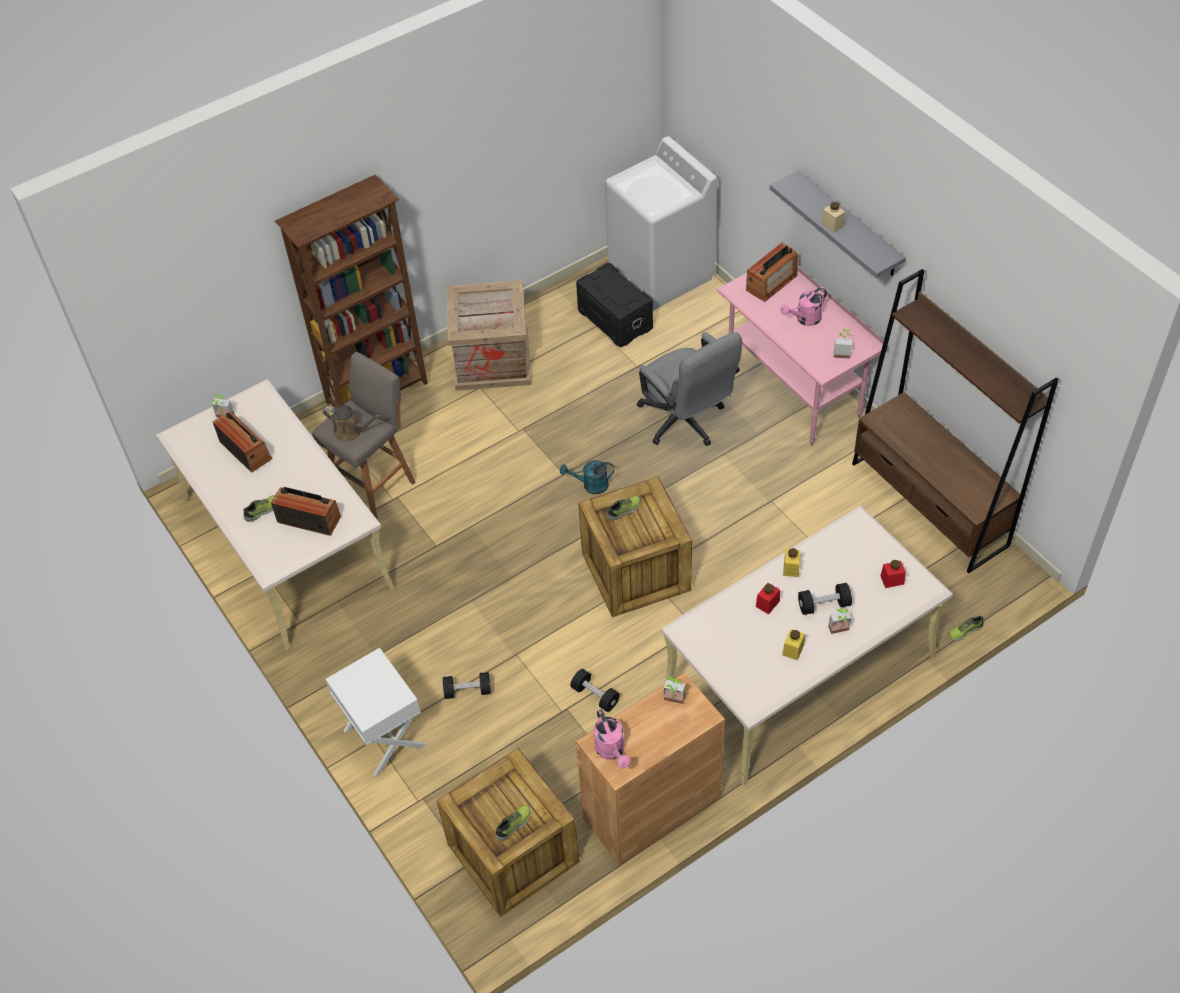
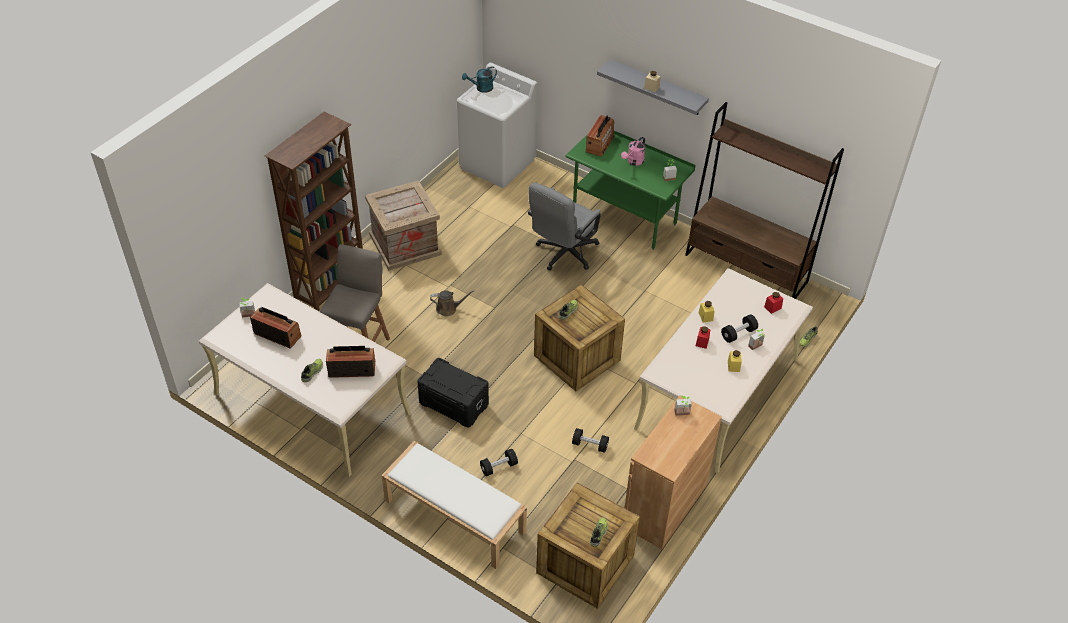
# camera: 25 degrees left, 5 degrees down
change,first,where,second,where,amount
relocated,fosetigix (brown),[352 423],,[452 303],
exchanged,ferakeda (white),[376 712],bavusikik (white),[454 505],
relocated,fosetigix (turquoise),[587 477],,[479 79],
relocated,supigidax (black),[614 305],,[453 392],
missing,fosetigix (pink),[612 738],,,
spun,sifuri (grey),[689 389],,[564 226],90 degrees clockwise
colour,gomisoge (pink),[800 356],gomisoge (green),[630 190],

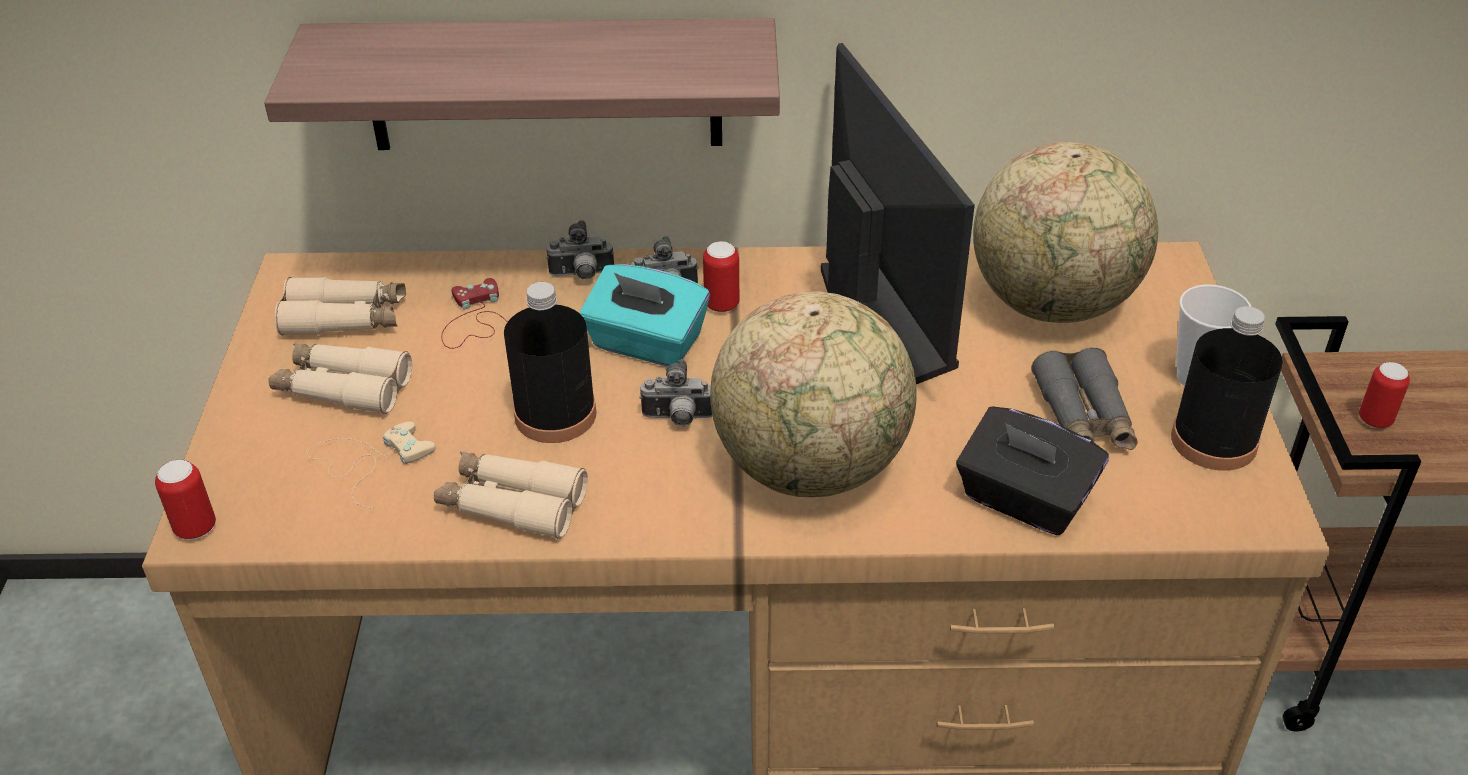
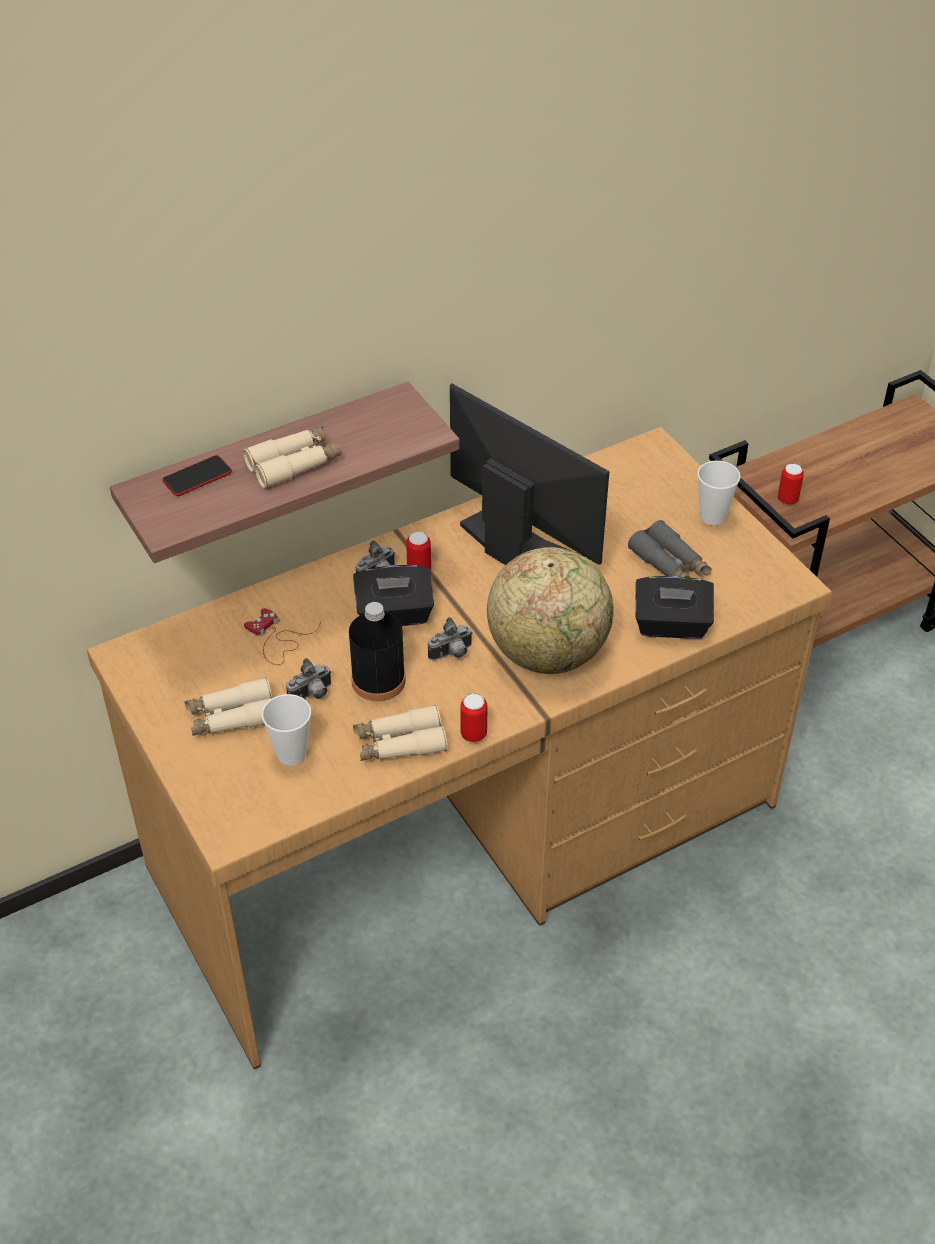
# camera: 30 degrees left, 5 degrees up
change,first,where,second,where,amount
relocated,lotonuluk,[185 500],,[474 718],
relocated,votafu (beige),[340 306],,[292 457],
exchanged,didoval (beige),[371 465],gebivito,[286 730],
relocated,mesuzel,[580 250],,[309 678],
colour,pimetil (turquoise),[644 315],pimetil (black),[393 595],
missing,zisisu,[1065 232],,,
missing,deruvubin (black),[1227 388],,,
appeared,,,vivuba,[197 475],

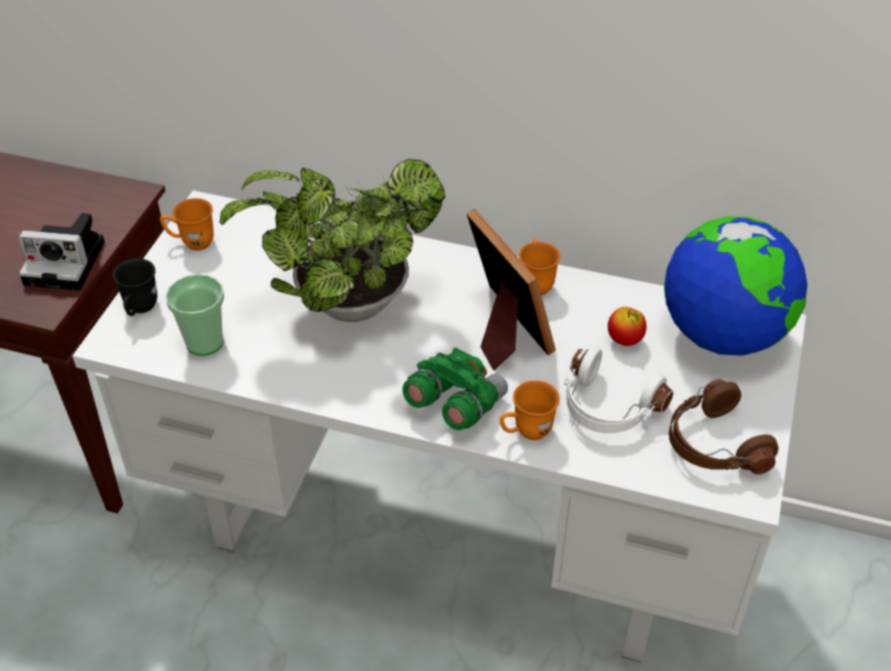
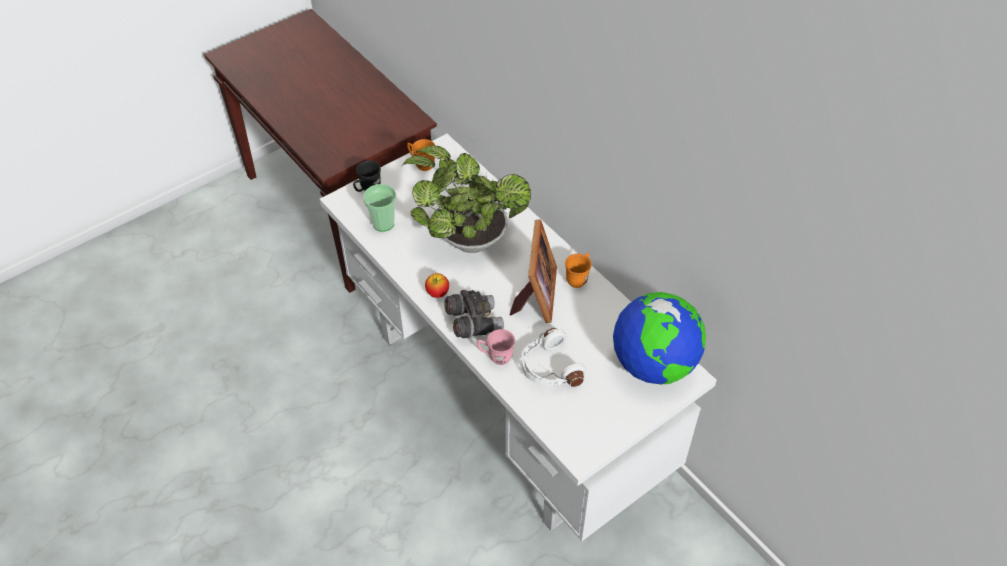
# camera: 35 degrees right, 5 degrees up
change,first,where,second,where,amount
missing,mesuzel,[61 252],,,
colour,votafu (green),[455 388],votafu (grey),[474 314],
colour,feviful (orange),[530 410],feviful (pink),[496 347],
relocated,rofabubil,[627 326],,[437 285],
missing,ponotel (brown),[723 427],,,

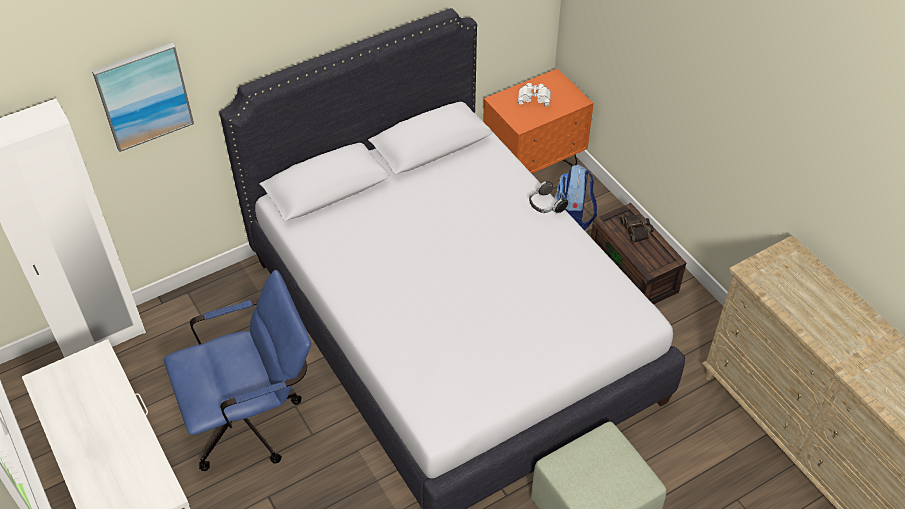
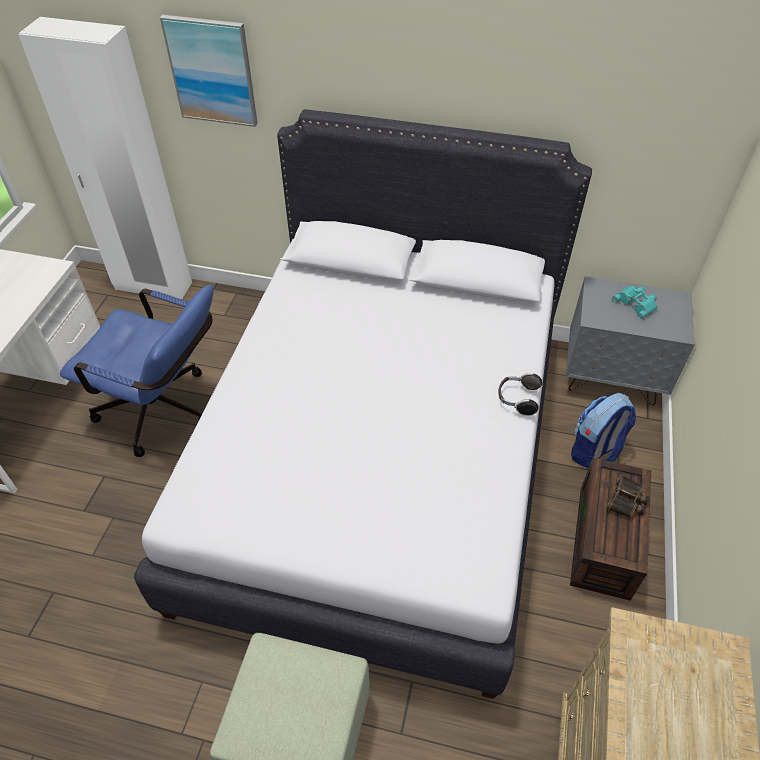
# camera: 45 degrees right, 0 degrees up
change,first,where,second,where,amount
colour,ferakeda (orange),[538 121],ferakeda (grey),[630 340],
colour,votafu (white),[534 94],votafu (turquoise),[635 302],

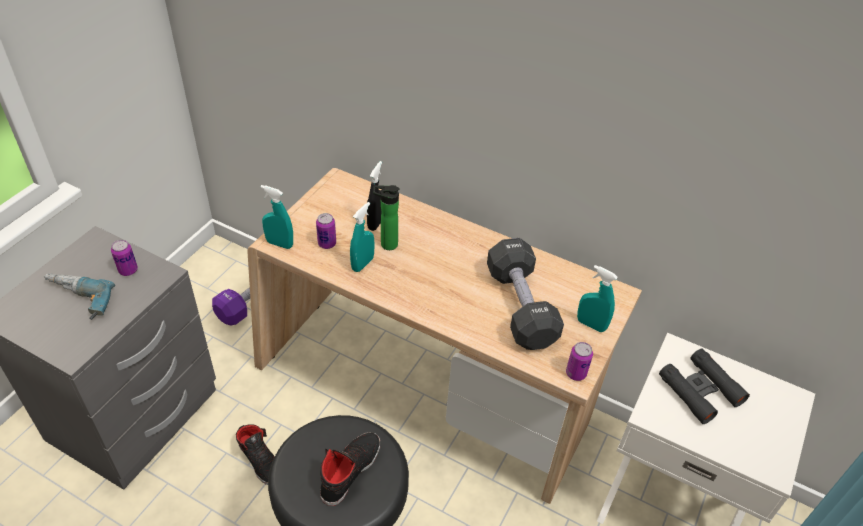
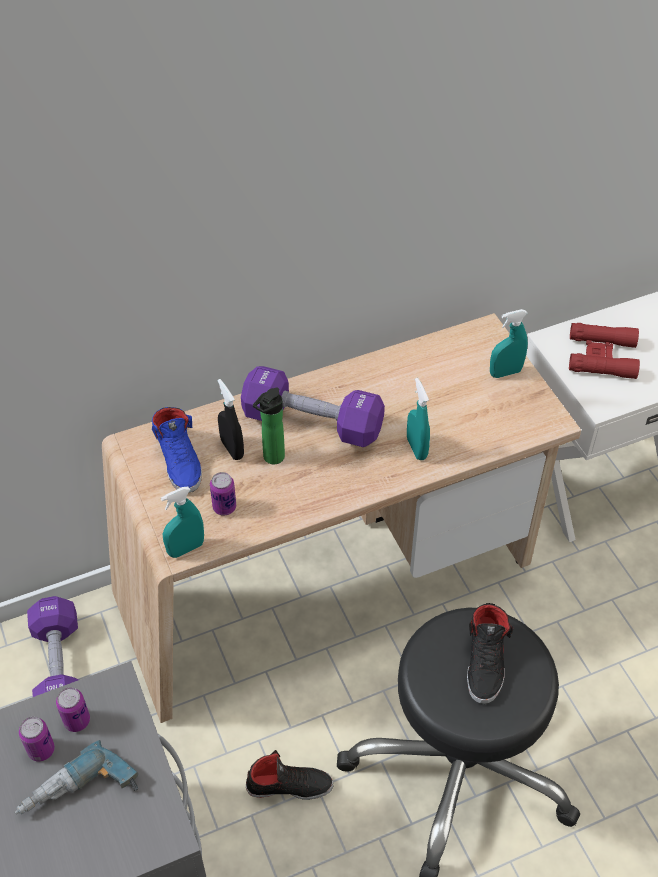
# camera: 50 degrees left, 5 degrees up
change,first,where,second,where,amount
spun,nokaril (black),[350 469],,[490 653],150 degrees counterclockwise
relocated,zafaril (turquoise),[362 237],,[418 419],
missing,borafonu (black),[525 294],,,
relocated,lotonuluk,[579 361],,[37 739],
colour,votafu (black),[704 386],votafu (red),[604 351],
appeared,,,nokaril (blue),[177 450],
appeared,,,borafonu (purple),[313 406],

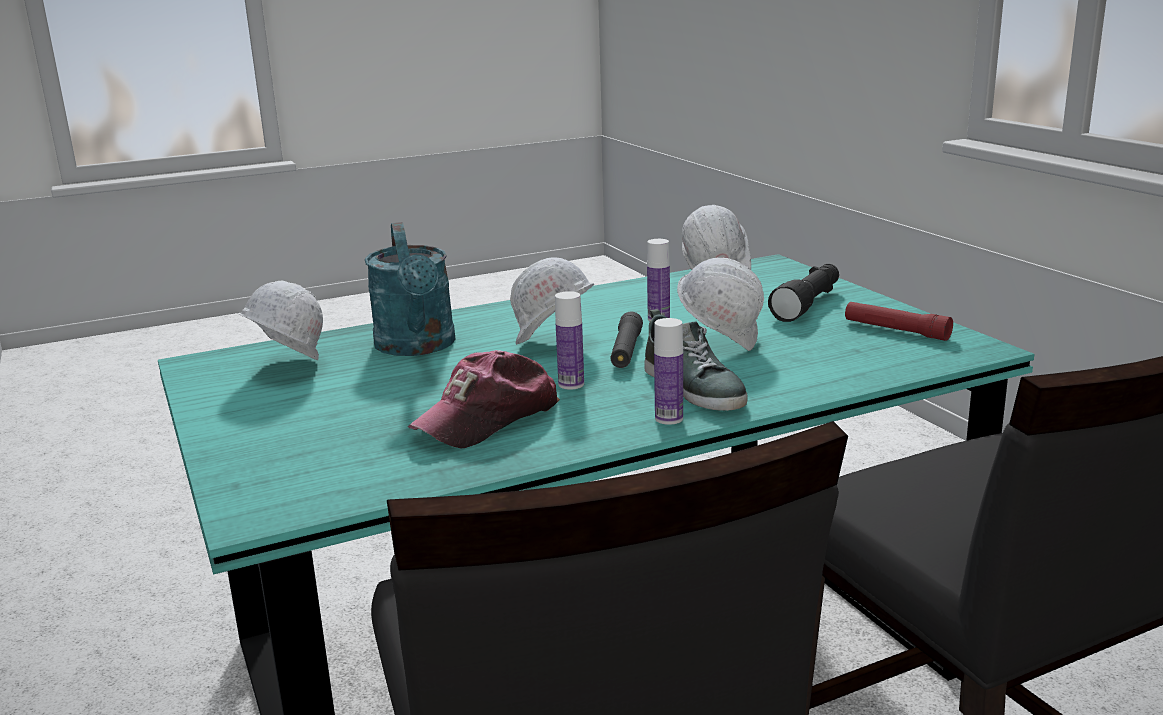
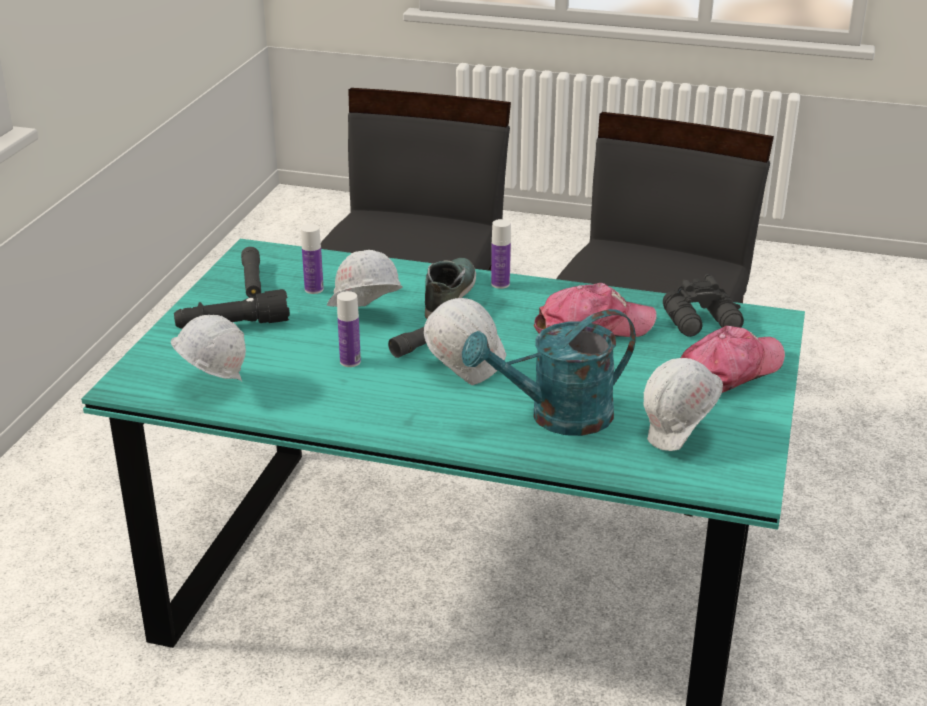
# camera: 140 degrees left, 10 degrees up
change,first,where,second,where,amount
spun,fosetigix (turquoise),[410 289],,[549 372],135 degrees counterclockwise
relocated,deruvubin,[569 340],,[312 259],
colour,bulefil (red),[899 321],bulefil (black),[251 273],
appeared,,,votafu (black),[703 305],
appeared,,,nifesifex,[733 359],

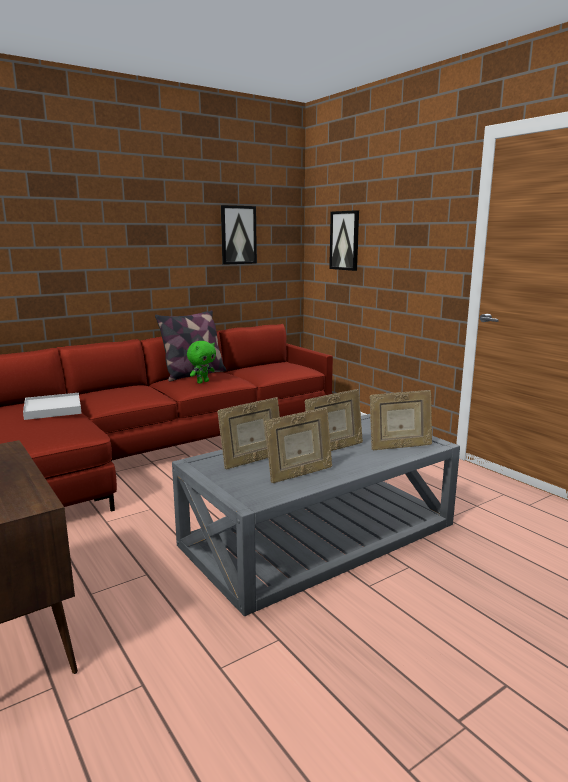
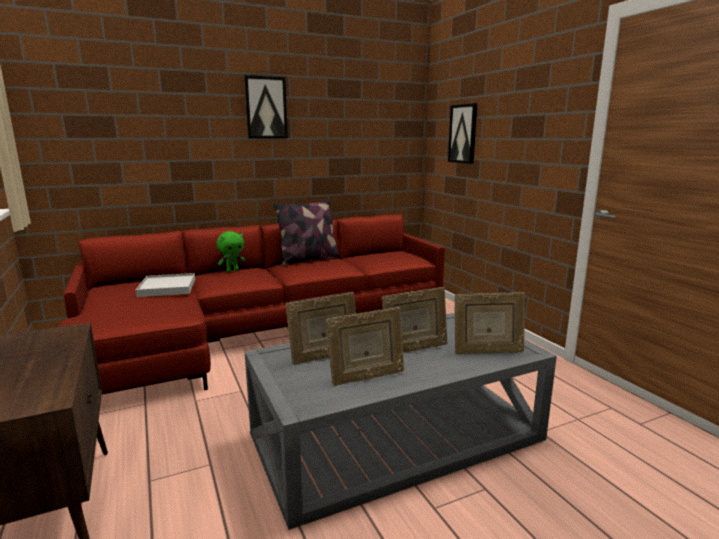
# camera: 10 degrees right, 0 degrees up
change,first,where,second,where,amount
relocated,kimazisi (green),[201 362],,[231 251],
relocated,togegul,[239 235],,[266 106],

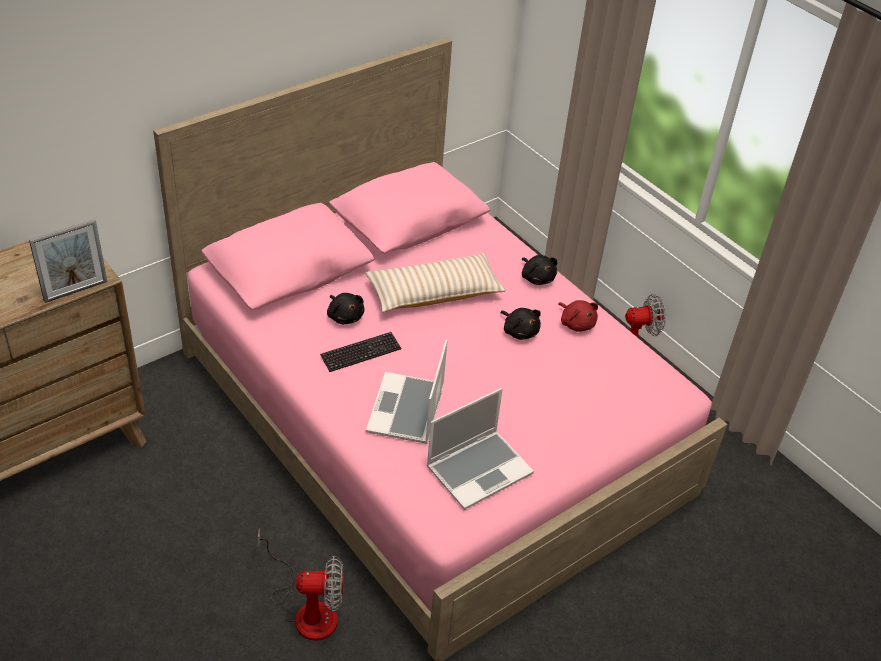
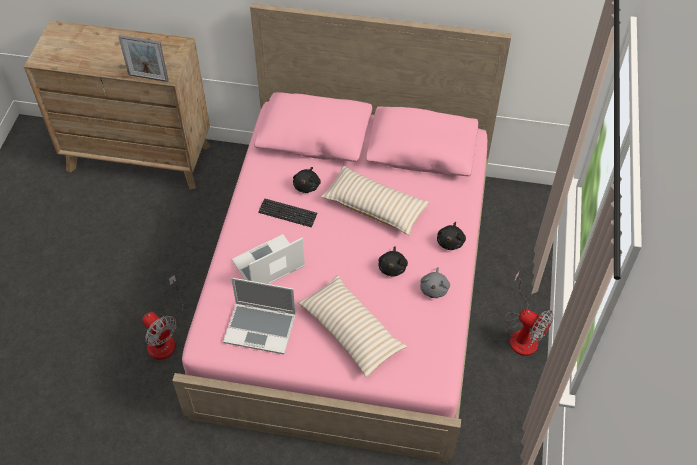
# camera: 50 degrees right, 10 degrees up
change,first,where,second,where,amount
colour,kimazisi (red),[578 316],kimazisi (grey),[435 282],
appeared,,,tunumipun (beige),[352 326],

